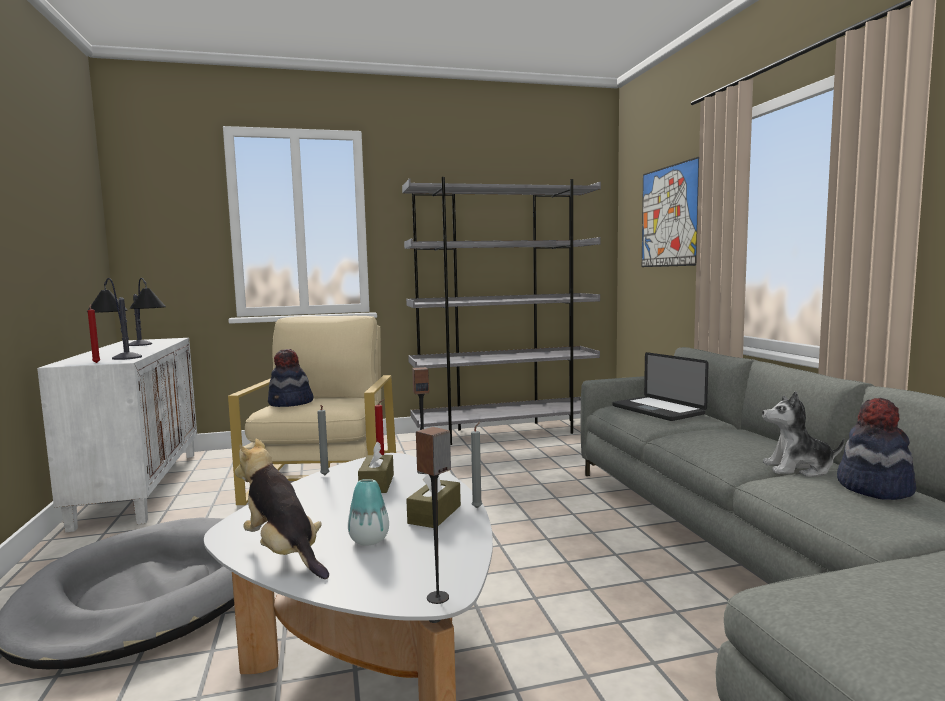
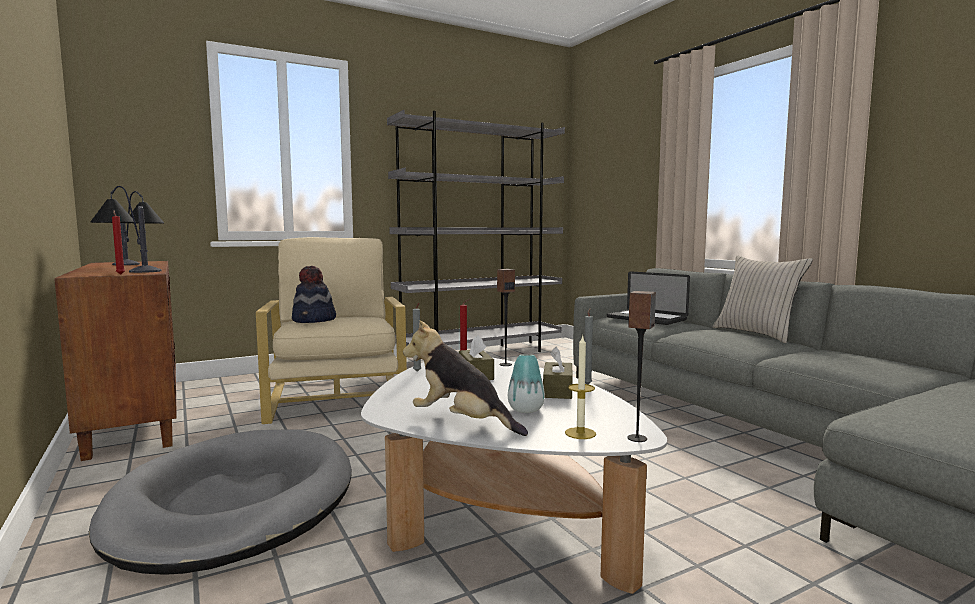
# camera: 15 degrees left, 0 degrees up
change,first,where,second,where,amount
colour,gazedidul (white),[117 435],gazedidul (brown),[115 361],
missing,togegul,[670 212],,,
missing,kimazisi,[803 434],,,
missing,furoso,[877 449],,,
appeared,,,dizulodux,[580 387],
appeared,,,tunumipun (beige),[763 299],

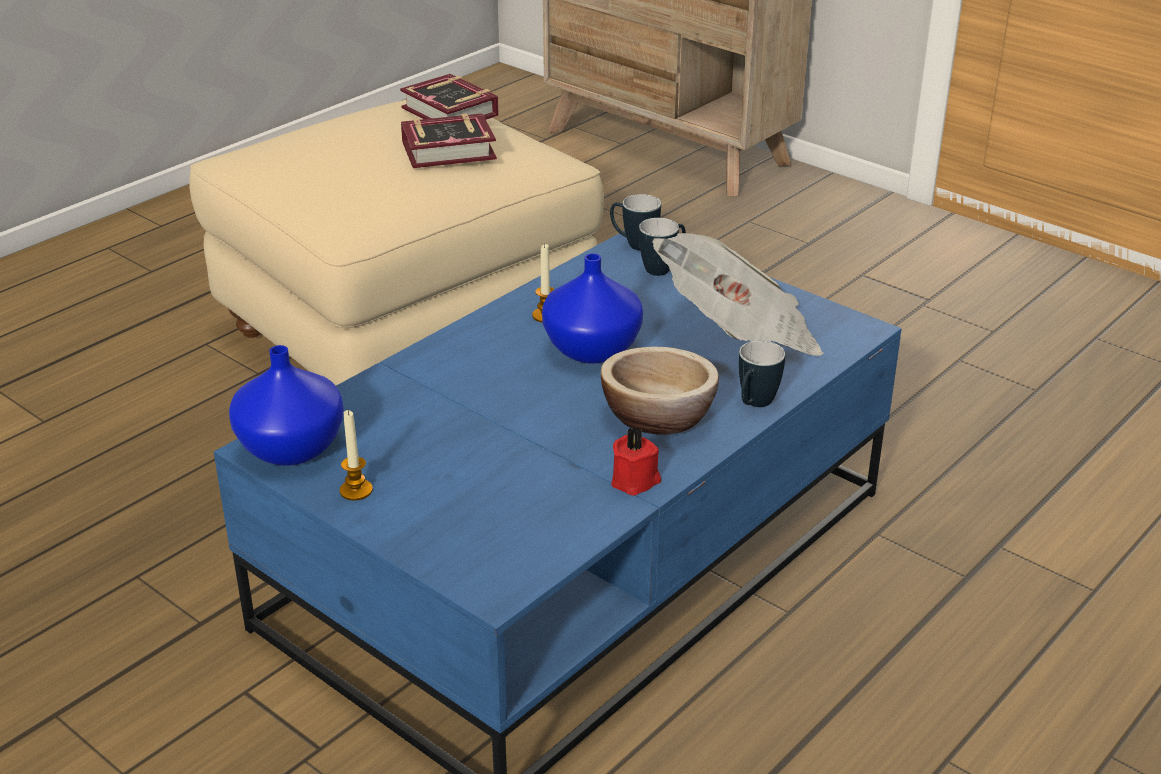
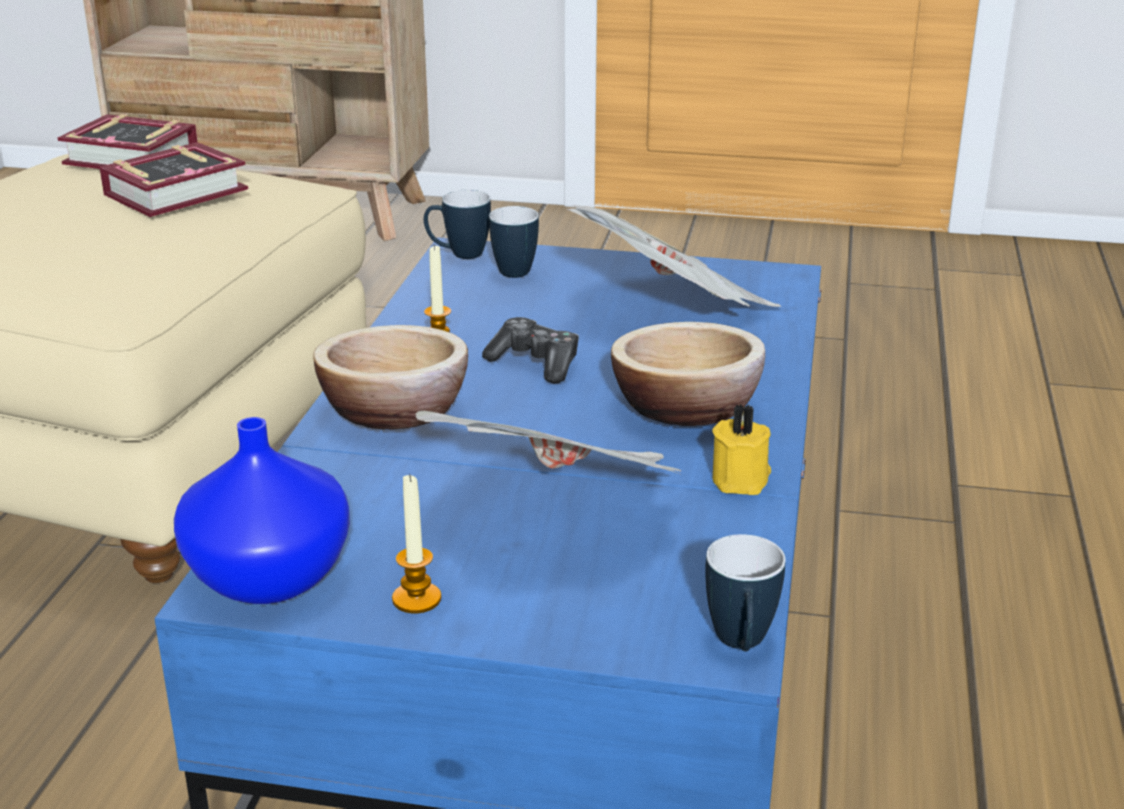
# camera: 30 degrees left, 5 degrees down
change,first,where,second,where,amount
exchanged,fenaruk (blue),[592 308],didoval,[530 350],
colour,dizulodux (red),[636 461],dizulodux (yellow),[741 449],
relocated,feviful,[762 373],,[745 593],
appeared,,,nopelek,[390 377],
appeared,,,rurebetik,[548 442],

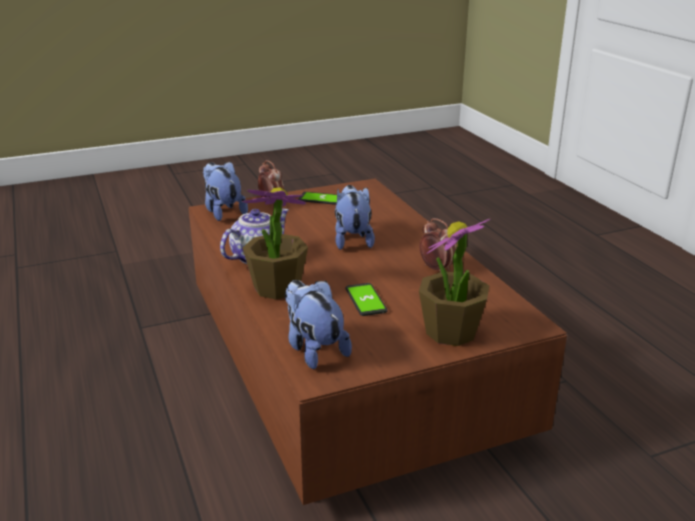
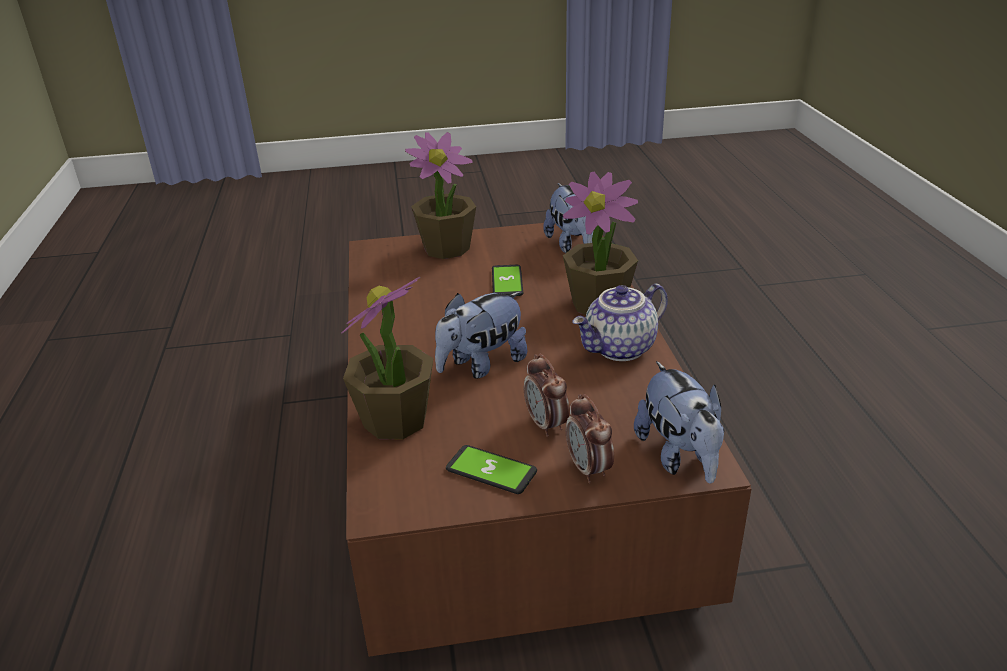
# camera: 165 degrees left, 5 degrees up
change,first,where,second,where,amount
spun,kimazisi,[355 217],,[481 335],45 degrees clockwise
relocated,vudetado,[437 245],,[547 395],
appeared,,,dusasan,[387 358],

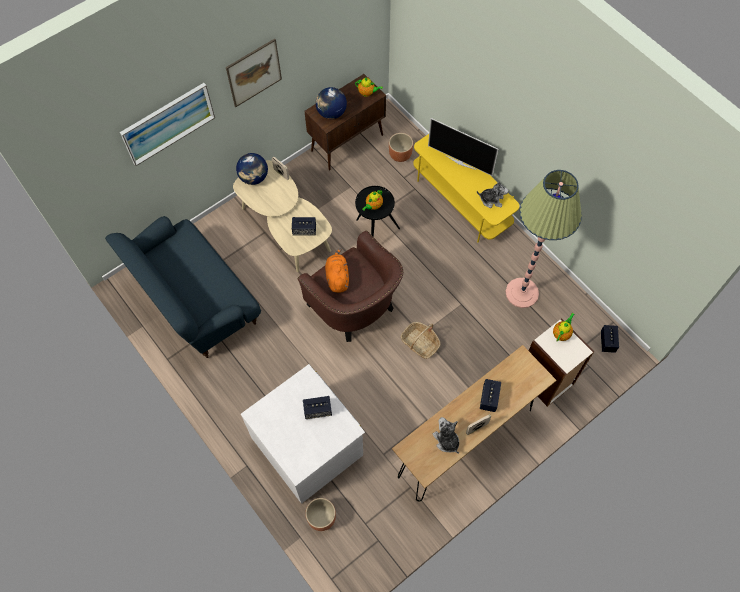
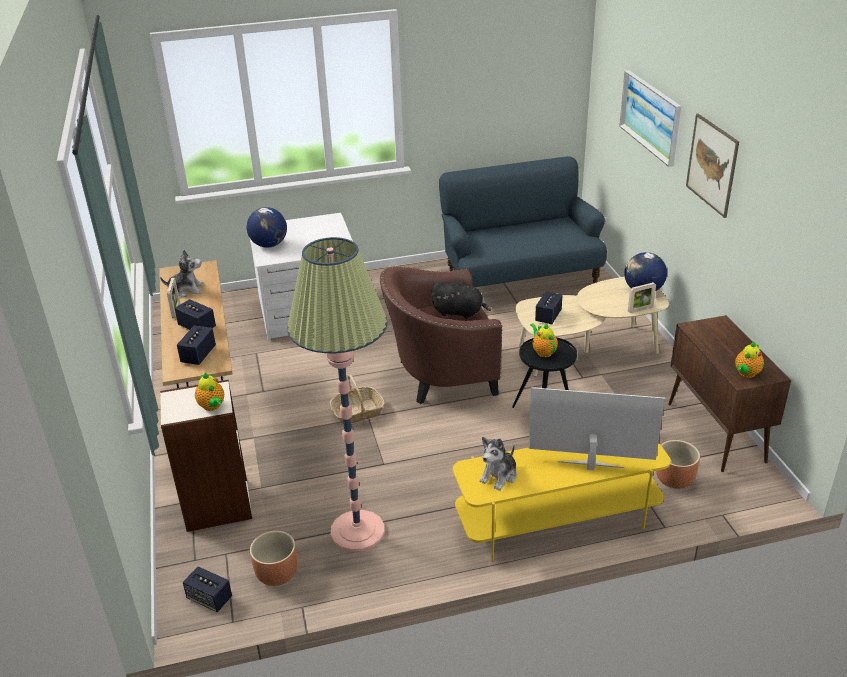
# camera: 115 degrees right, 30 degrees down
change,first,where,second,where,amount
relocated,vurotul,[317 407],,[196 345],
relocated,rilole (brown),[320 514],,[274 558],
relocated,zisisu,[331 103],,[267 227],
colour,kimazisi (orange),[337 270],kimazisi (black),[461 300],
spun,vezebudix,[463 147],,[596 428],45 degrees clockwise

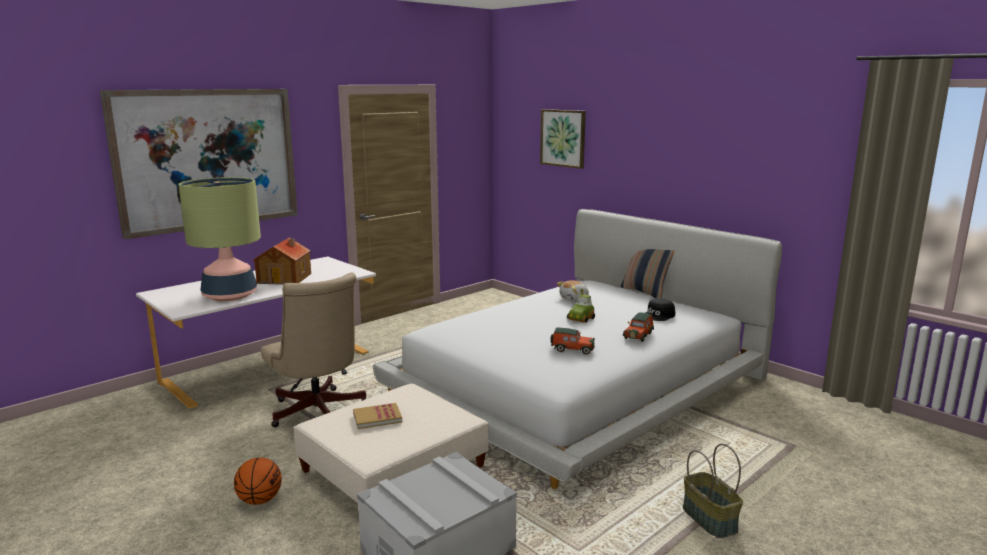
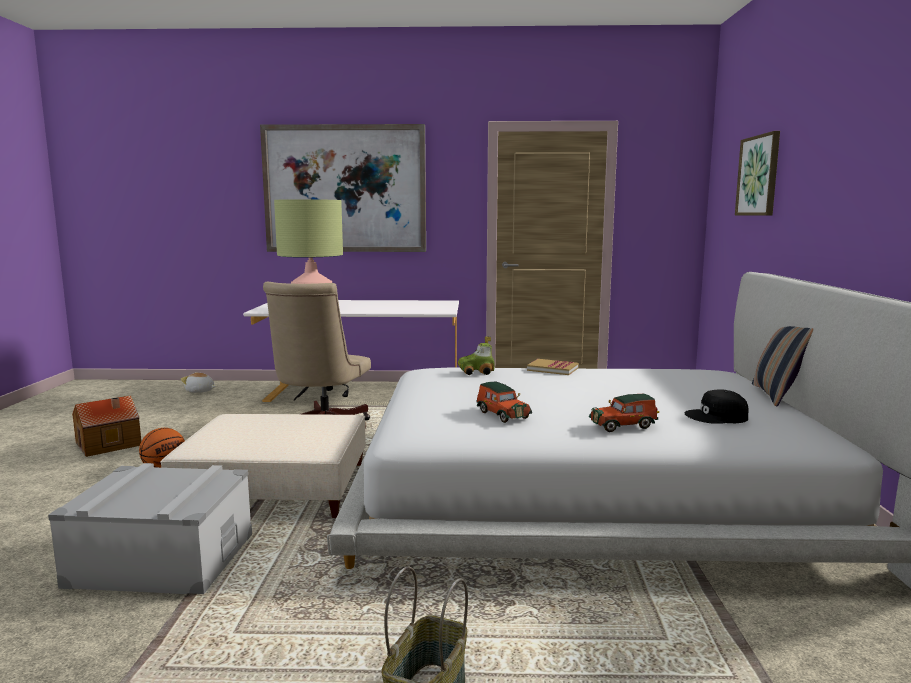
# camera: 45 degrees right, 5 degrees down
change,first,where,second,where,amount
relocated,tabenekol,[282 261],,[106 426],
relocated,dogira,[377 416],,[553 367],
relocated,kimazisi,[573 290],,[198 382],
relocated,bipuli,[581 306],,[476 355],

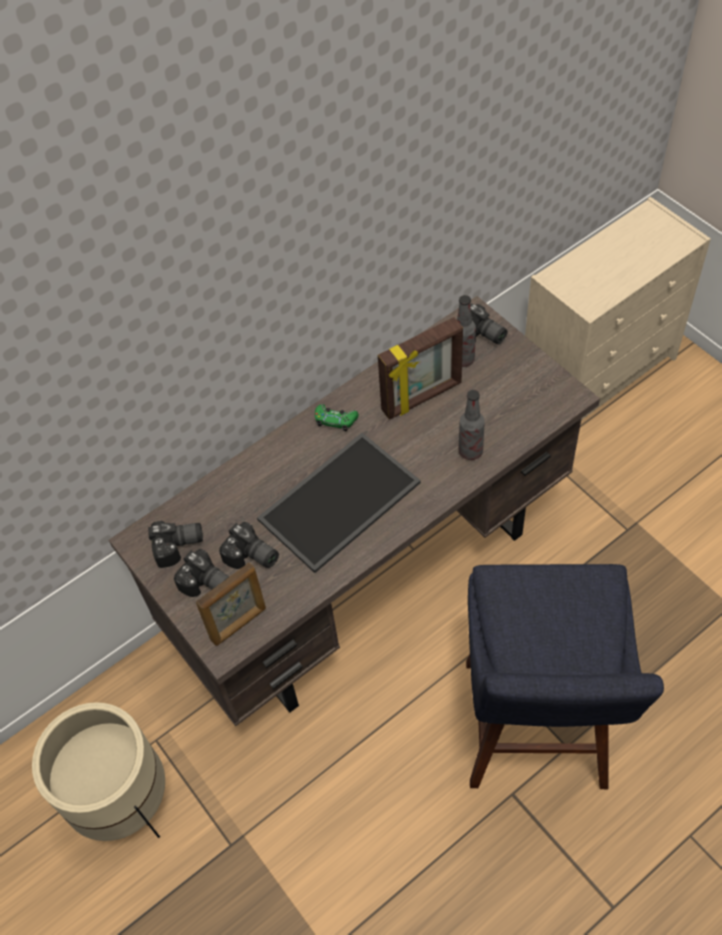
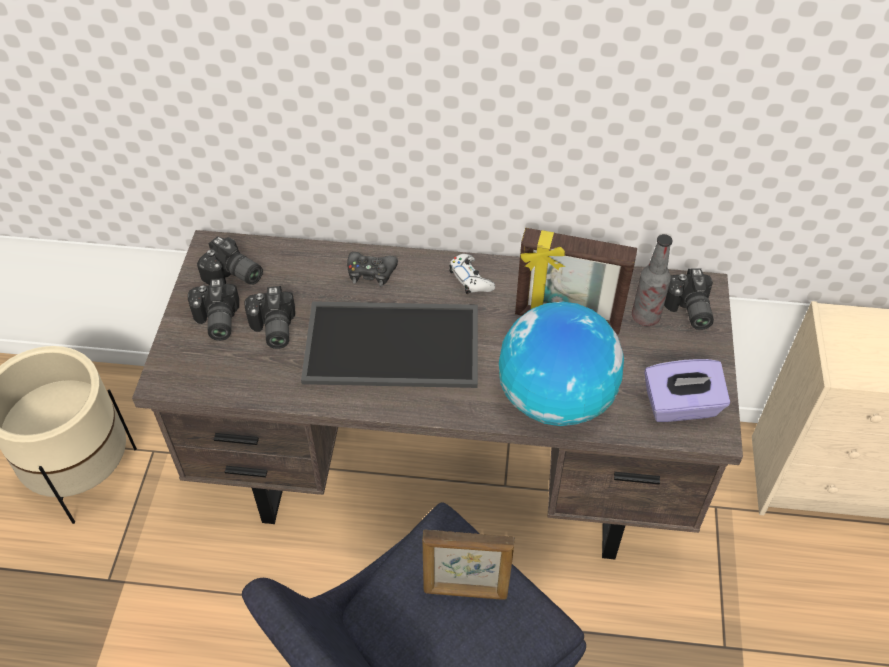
# camera: 40 degrees right, 5 degrees down
change,first,where,second,where,amount
relocated,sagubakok,[231 604],,[468 564],
colour,didoval (green),[337 418],didoval (white),[472 274],
exchanged,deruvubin,[471 425],zisisu,[561 364],
appeared,,,didoval (black),[372 269],
appeared,,,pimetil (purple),[687 390],

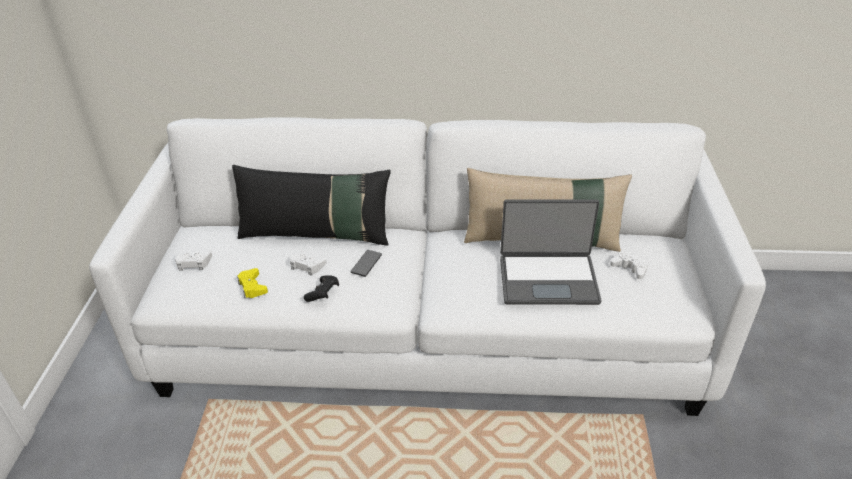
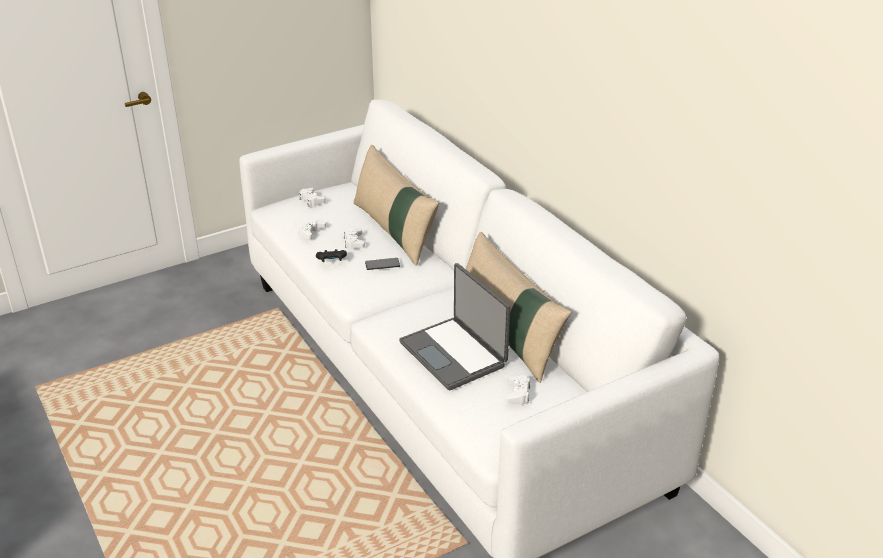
# camera: 55 degrees right, 5 degrees down
change,first,where,second,where,amount
colour,tunumipun (black),[311 205],tunumipun (beige),[397 205],
colour,didoval (yellow),[252 283],didoval (white),[312 228],

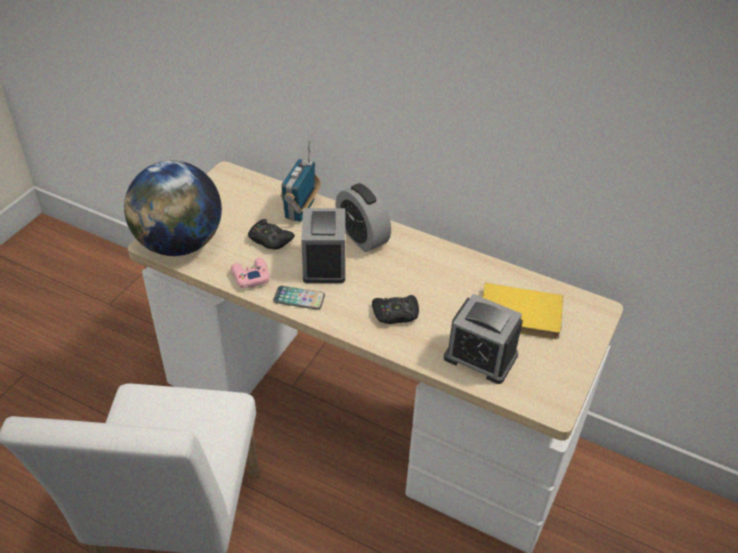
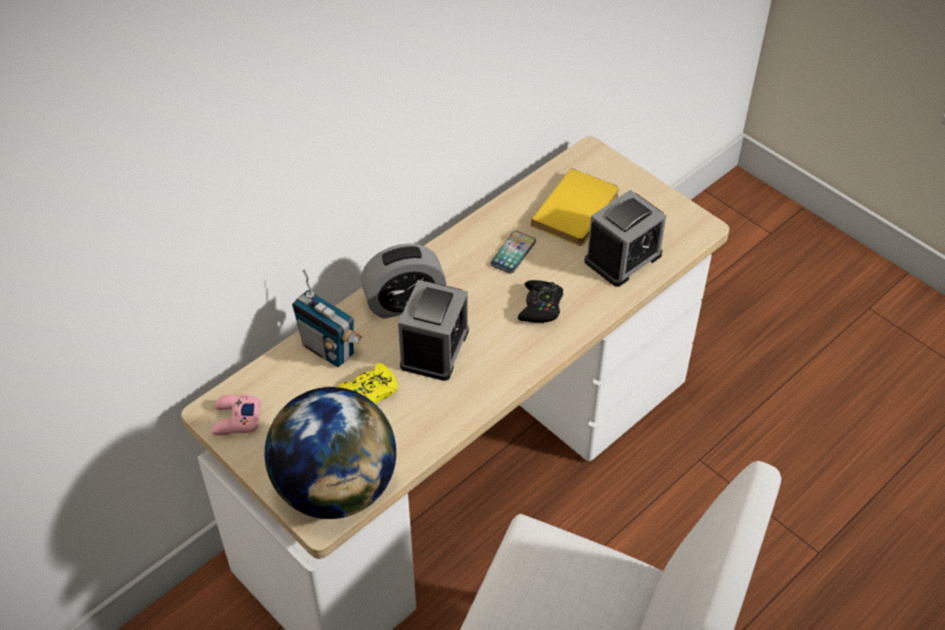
# camera: 70 degrees left, 5 degrees up
change,first,where,second,where,amount
relocated,didoval (pink),[250 273],,[236 414],
colour,didoval (black),[271 234],didoval (yellow),[368 383],
relocated,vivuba,[299 298],,[513 252],
spun,vudetado,[323 245],,[433 330],90 degrees counterclockwise

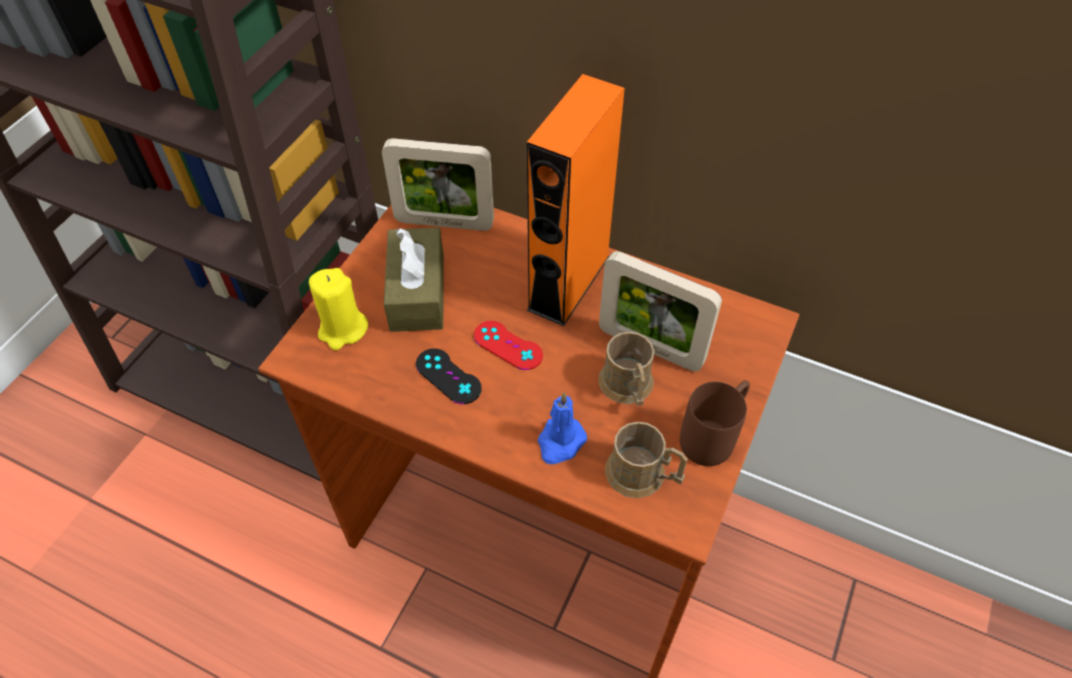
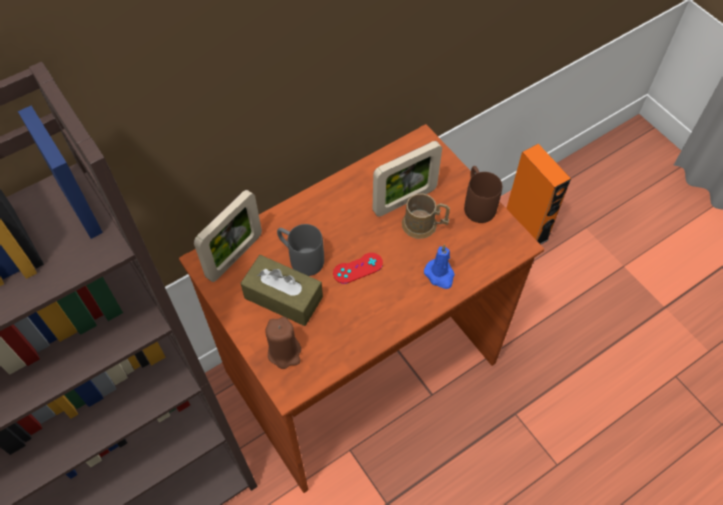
# camera: 60 degrees left, 5 degrees up
change,first,where,second,where,amount
colour,dizulodux (yellow),[338 309],dizulodux (brown),[283 343],
missing,didoval (black),[449 376],,,
relocated,vurotul (orange),[576 200],,[538 194],
missing,feviful (brown),[646 460],,,
appeared,,,feviful (grey),[300 250],

